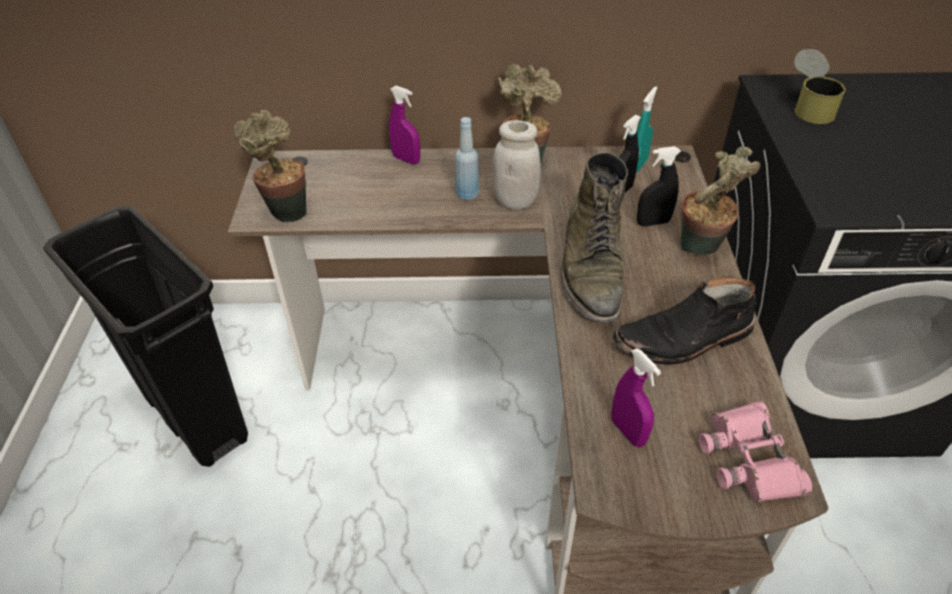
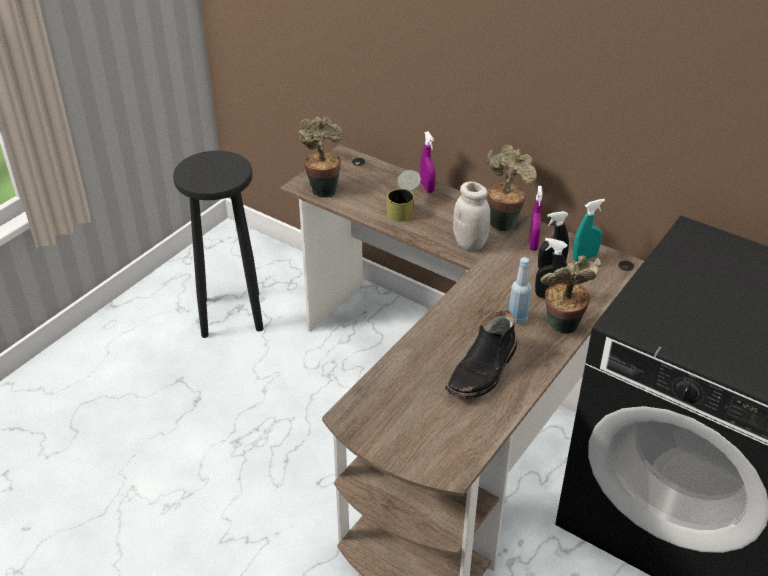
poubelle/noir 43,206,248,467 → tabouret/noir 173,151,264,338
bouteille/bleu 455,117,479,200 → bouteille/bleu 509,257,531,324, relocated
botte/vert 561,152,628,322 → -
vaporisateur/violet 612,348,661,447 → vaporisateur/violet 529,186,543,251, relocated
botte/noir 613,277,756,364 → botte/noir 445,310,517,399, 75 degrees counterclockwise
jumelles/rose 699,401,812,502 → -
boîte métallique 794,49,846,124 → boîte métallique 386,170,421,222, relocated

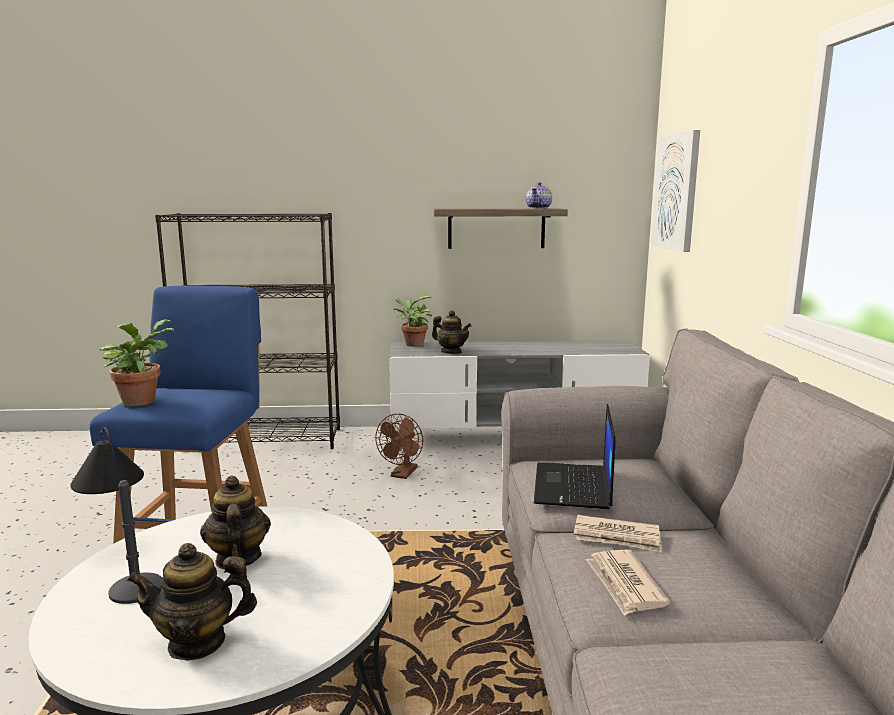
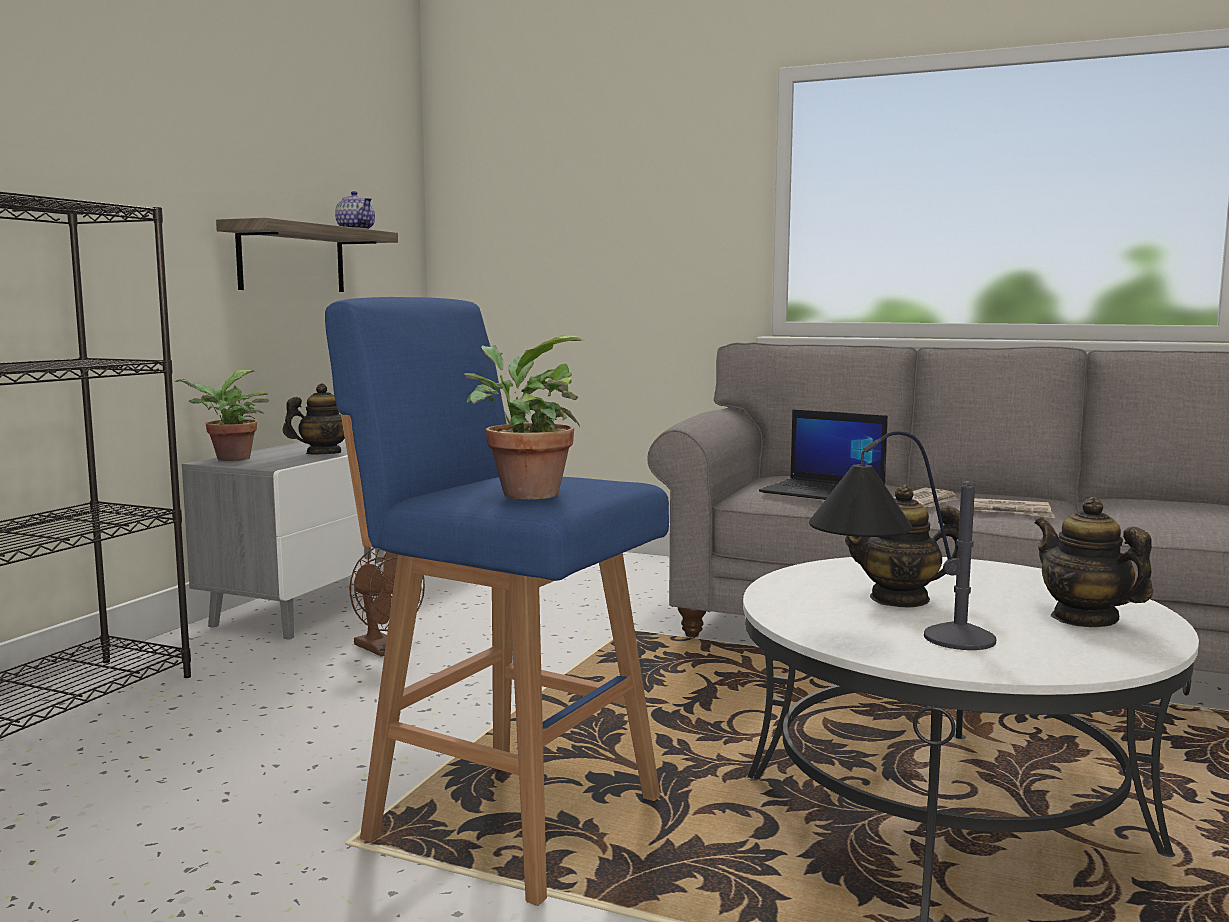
théière 127,543,257,661 → théière 1034,497,1153,627, 135 degrees clockwise
tableau 651,130,700,252 → -

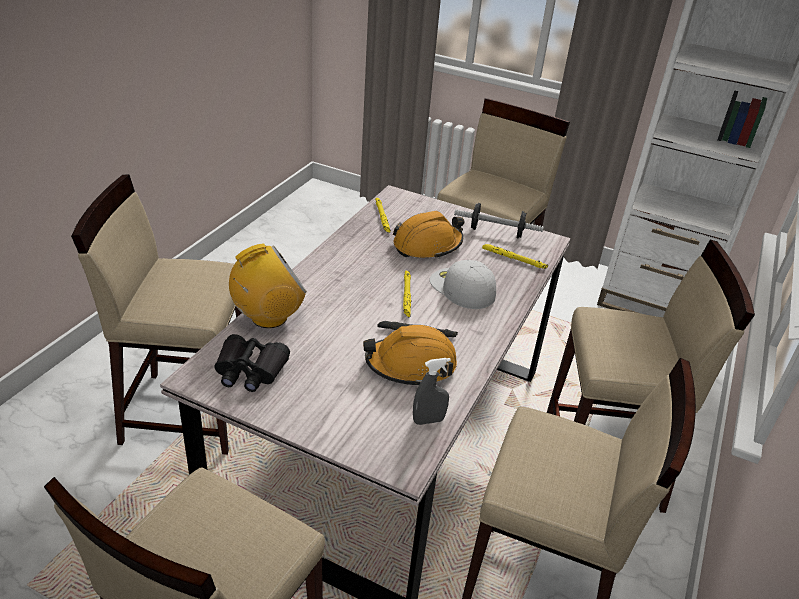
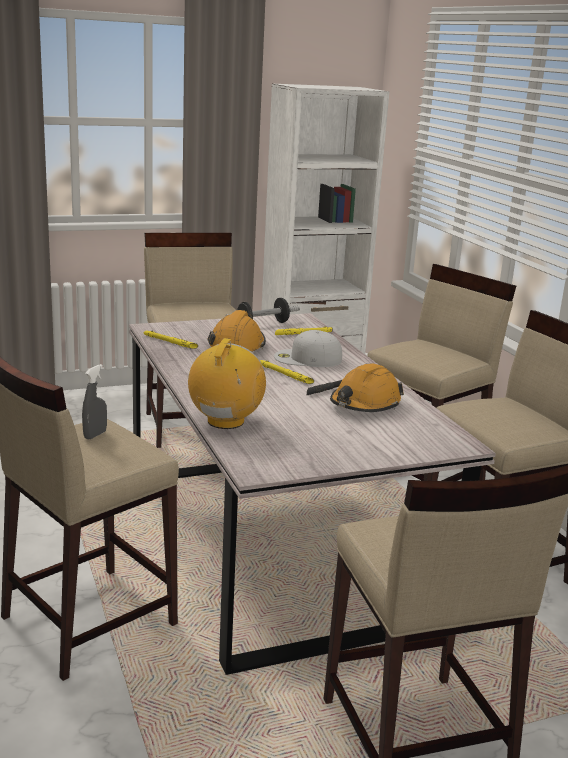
jumelles/noir 214,334,290,392 → -
vaporisateur/gris 413,358,451,425 → vaporisateur/gris 82,364,107,439, relocated

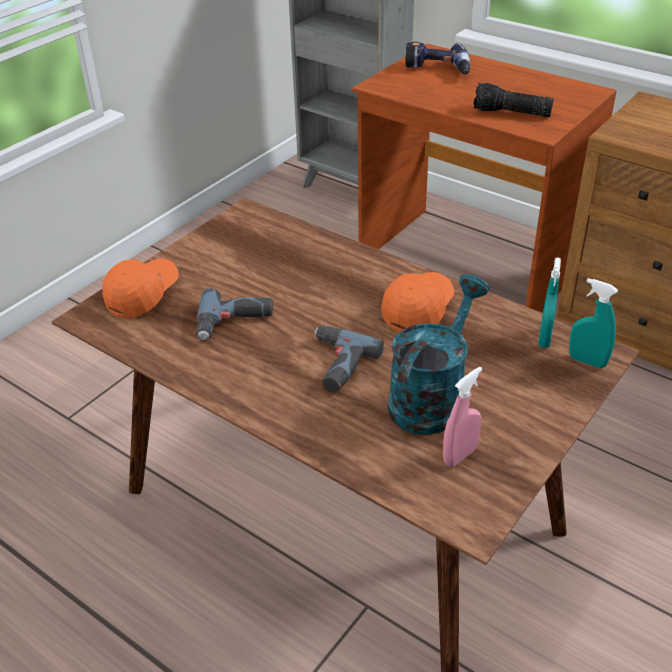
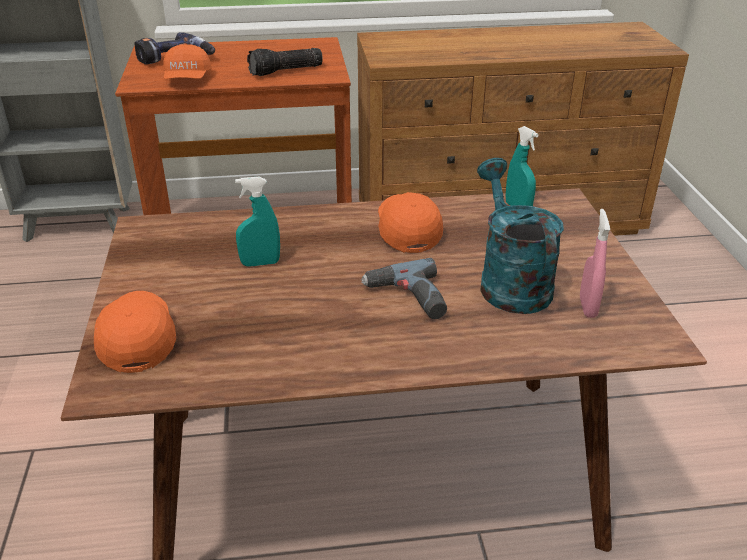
perceuse 196,288,273,340 → -
vaporisateur/turquoise 569,278,618,368 → vaporisateur/turquoise 235,176,280,267, relocated
- → casquette/orange 163,44,212,79

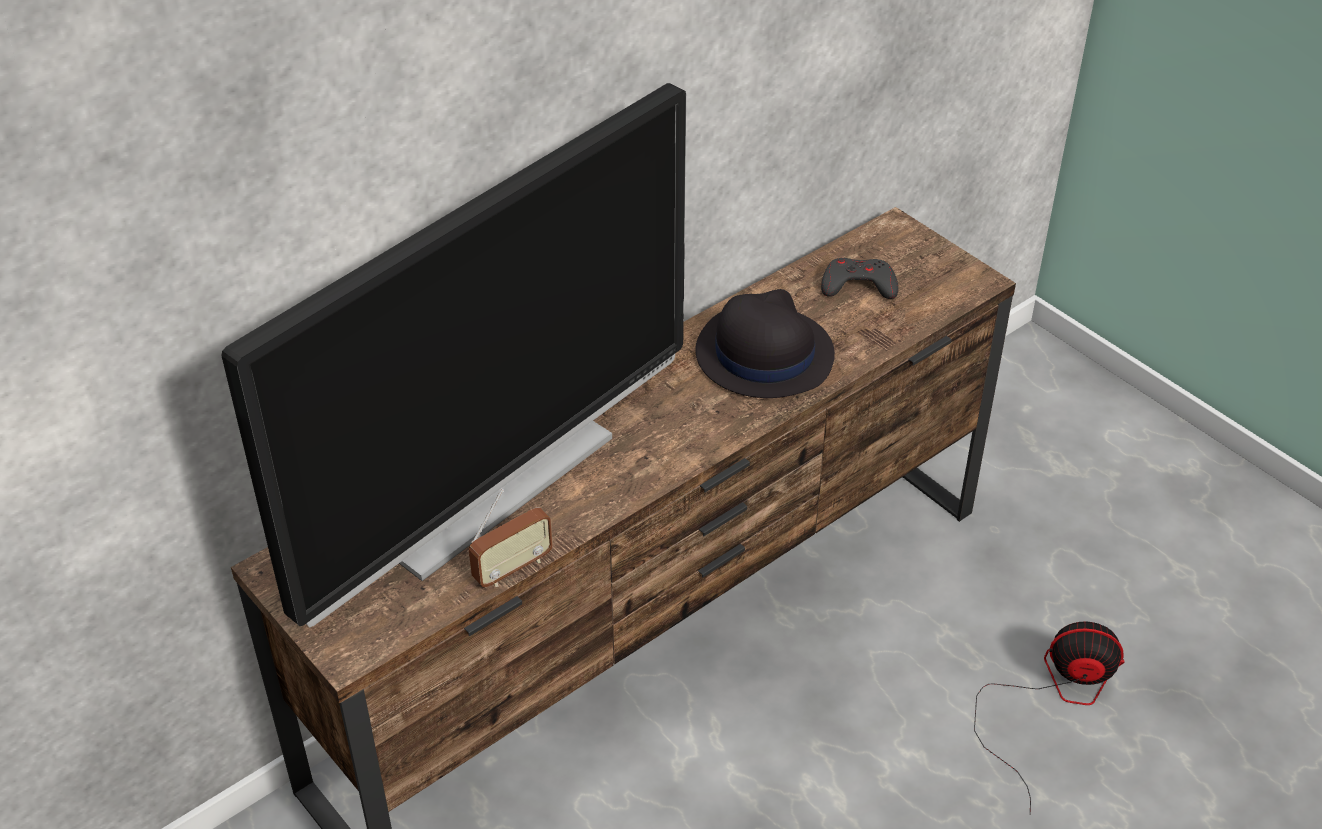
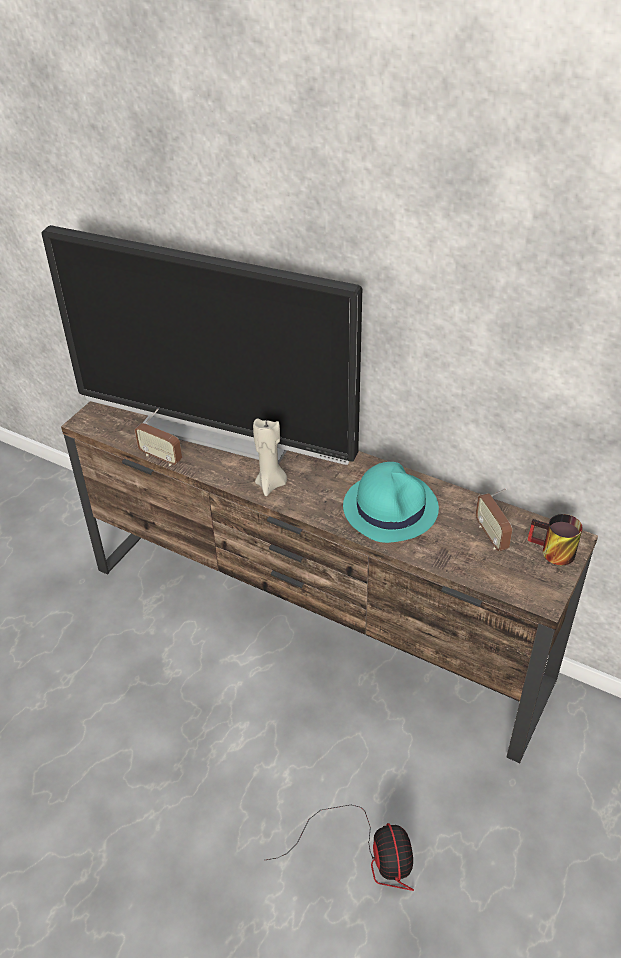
chapeau/noir 695,289,835,398 → chapeau/turquoise 343,462,439,543
manette/gris 821,258,898,299 → radio 476,488,512,551
- → bougie/beige 253,419,287,496
- → mug 527,514,583,565

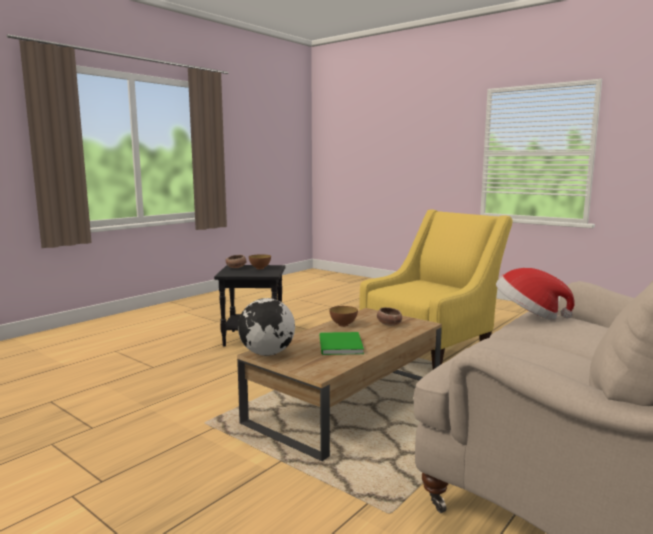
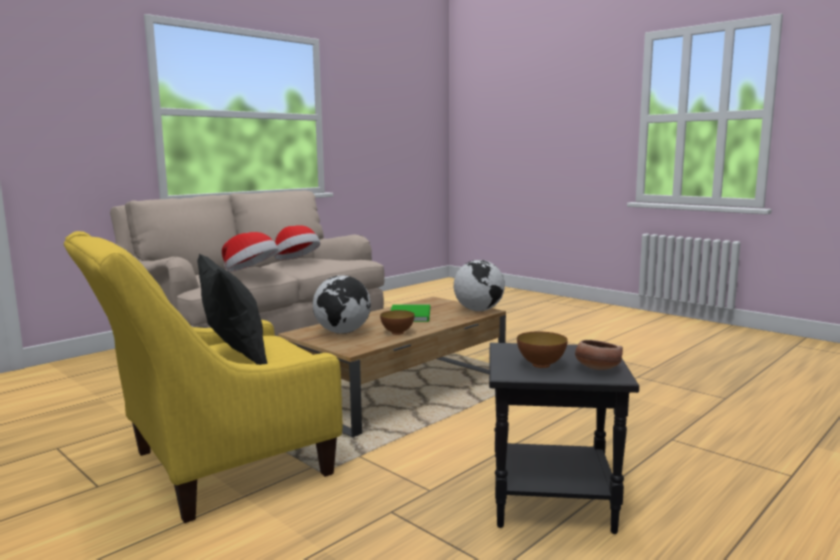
bol 377,307,402,326 → globe 313,275,371,334
- → coussin/noir 197,254,267,365
- → chapeau 274,225,320,260

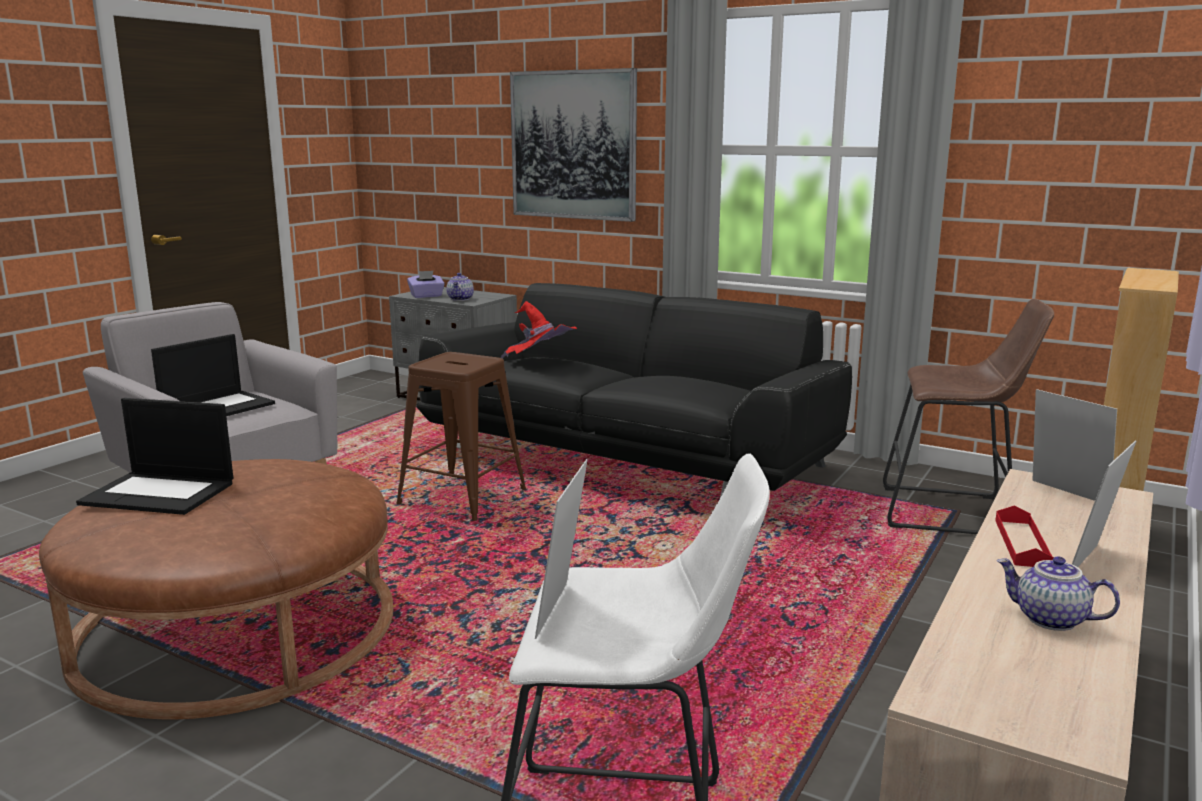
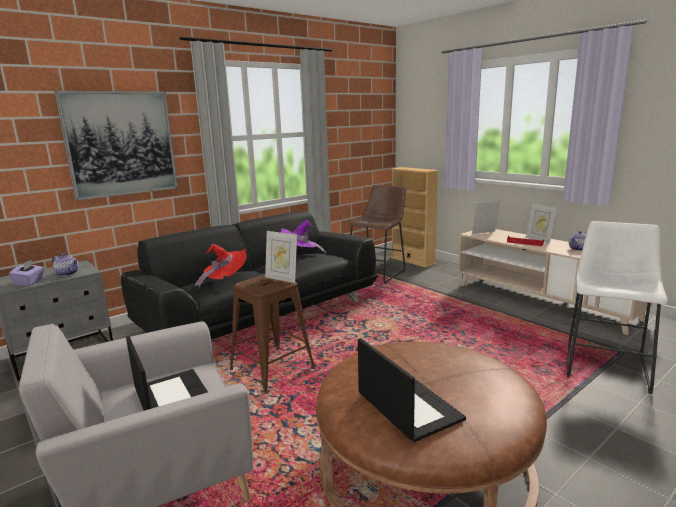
ordinateur portable 76,398,233,515 → ordinateur portable 358,338,466,442, 60 degrees counterclockwise
cadre photo 535,459,588,639 → cadre photo 265,231,297,283, relocated
- → chapeau/violet 281,220,326,254

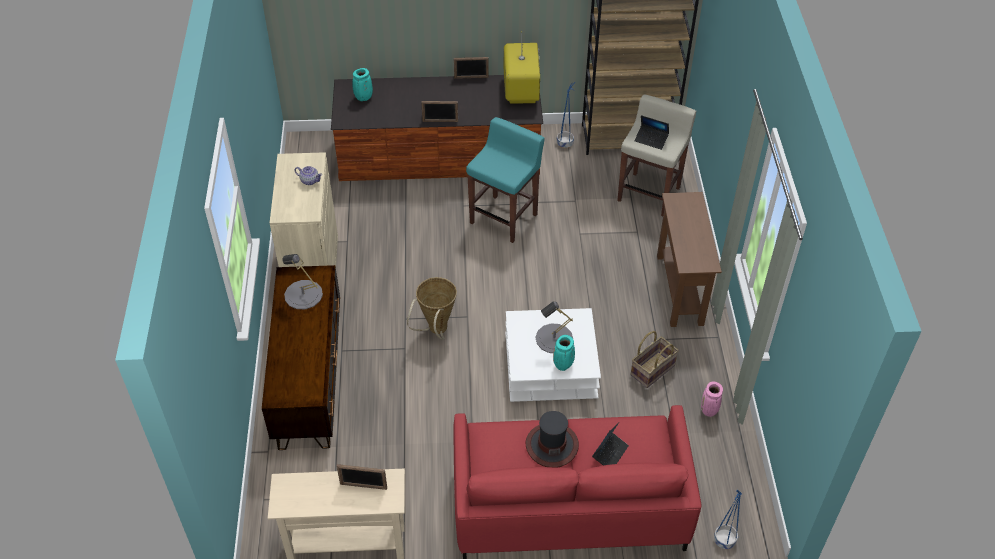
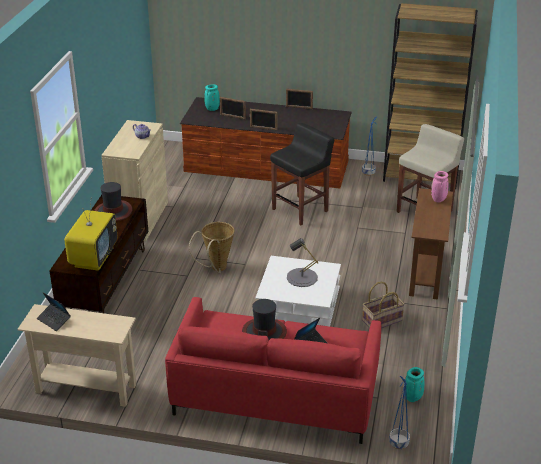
lampe de table/gris 282,254,323,309 → chapeau 94,182,132,221
cadre photo 337,464,387,490 → cadre photo 220,97,246,119, relocated
tabouret/turquoise 466,117,545,243 → tabouret/noir 270,123,335,225
téléviseur 504,31,540,104 → téléviseur 64,198,117,271, relocated
vase/turquoise 553,335,575,371 → vase/turquoise 405,367,424,402, relocated
ordinateur portable 635,115,669,150 → ordinateur portable 37,292,71,331, relocated
vase/rose 701,382,723,417 → vase/rose 431,171,448,203, relocated

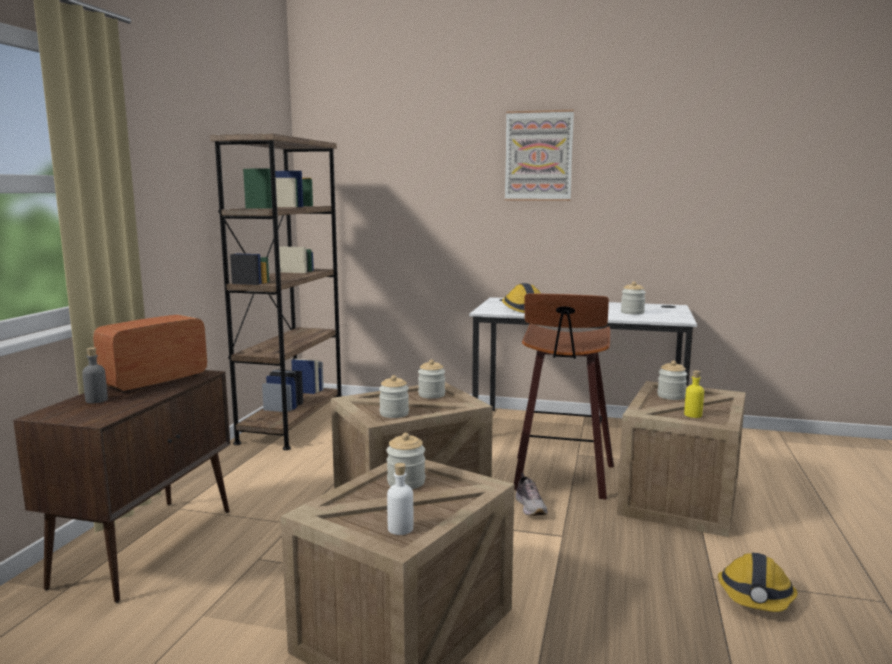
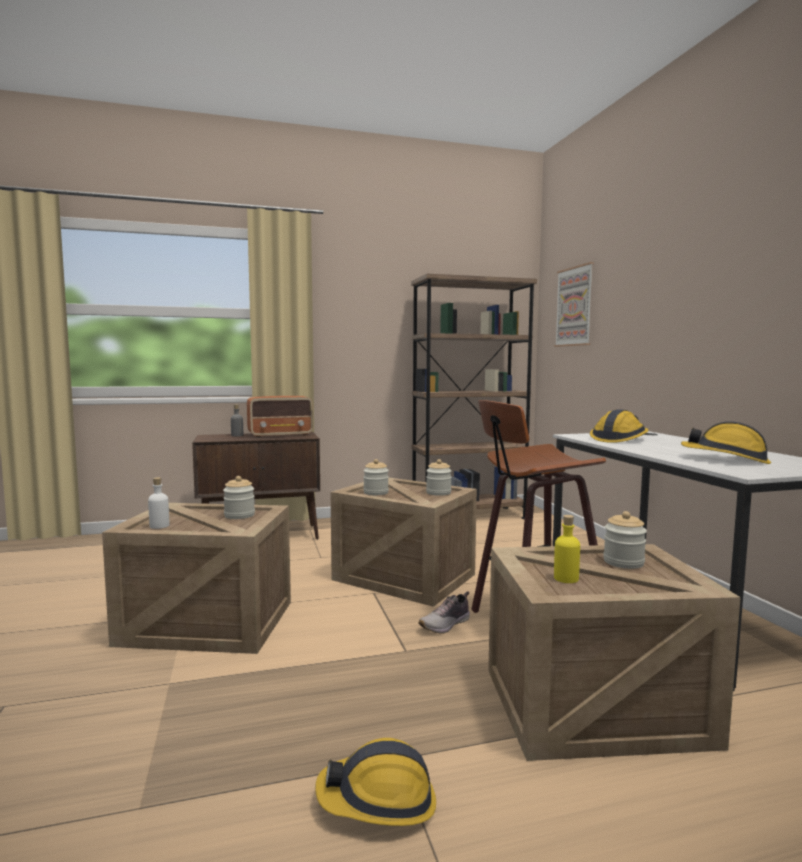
radio 93,315,207,393 → radio 247,396,313,438, 150 degrees clockwise
tableau 505,110,574,201 → tableau 554,262,594,347, relocated
bocal 621,281,646,315 → casque de chantier 681,422,771,464

